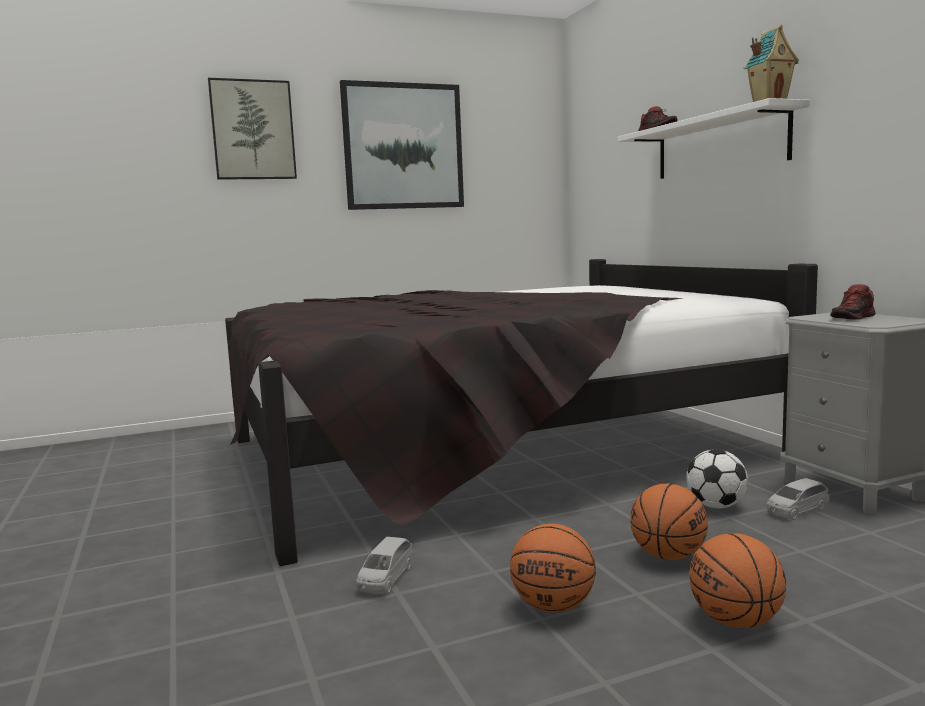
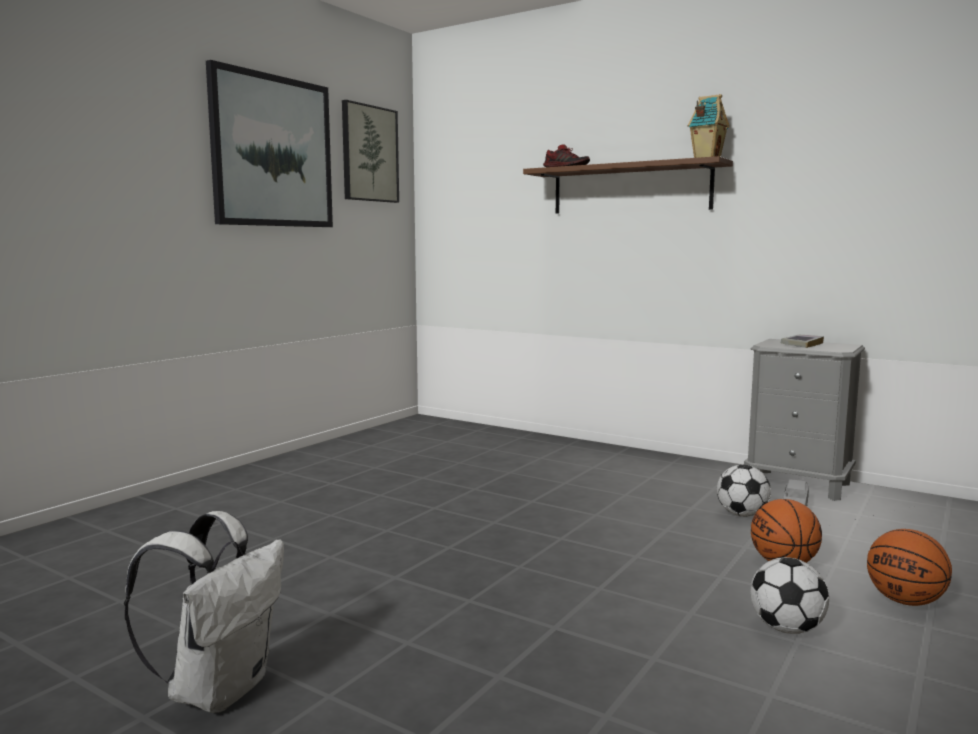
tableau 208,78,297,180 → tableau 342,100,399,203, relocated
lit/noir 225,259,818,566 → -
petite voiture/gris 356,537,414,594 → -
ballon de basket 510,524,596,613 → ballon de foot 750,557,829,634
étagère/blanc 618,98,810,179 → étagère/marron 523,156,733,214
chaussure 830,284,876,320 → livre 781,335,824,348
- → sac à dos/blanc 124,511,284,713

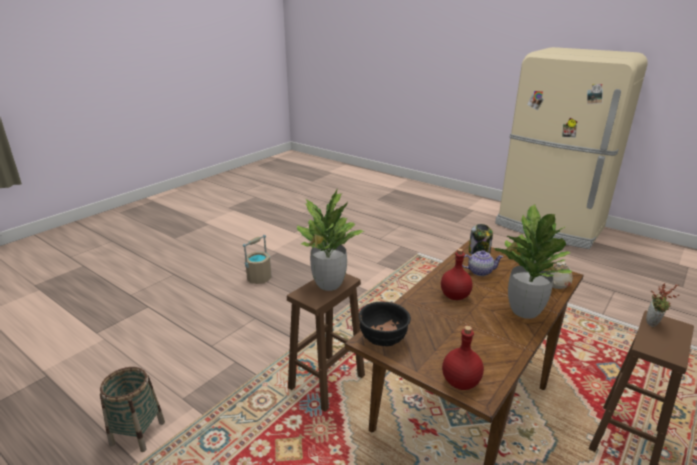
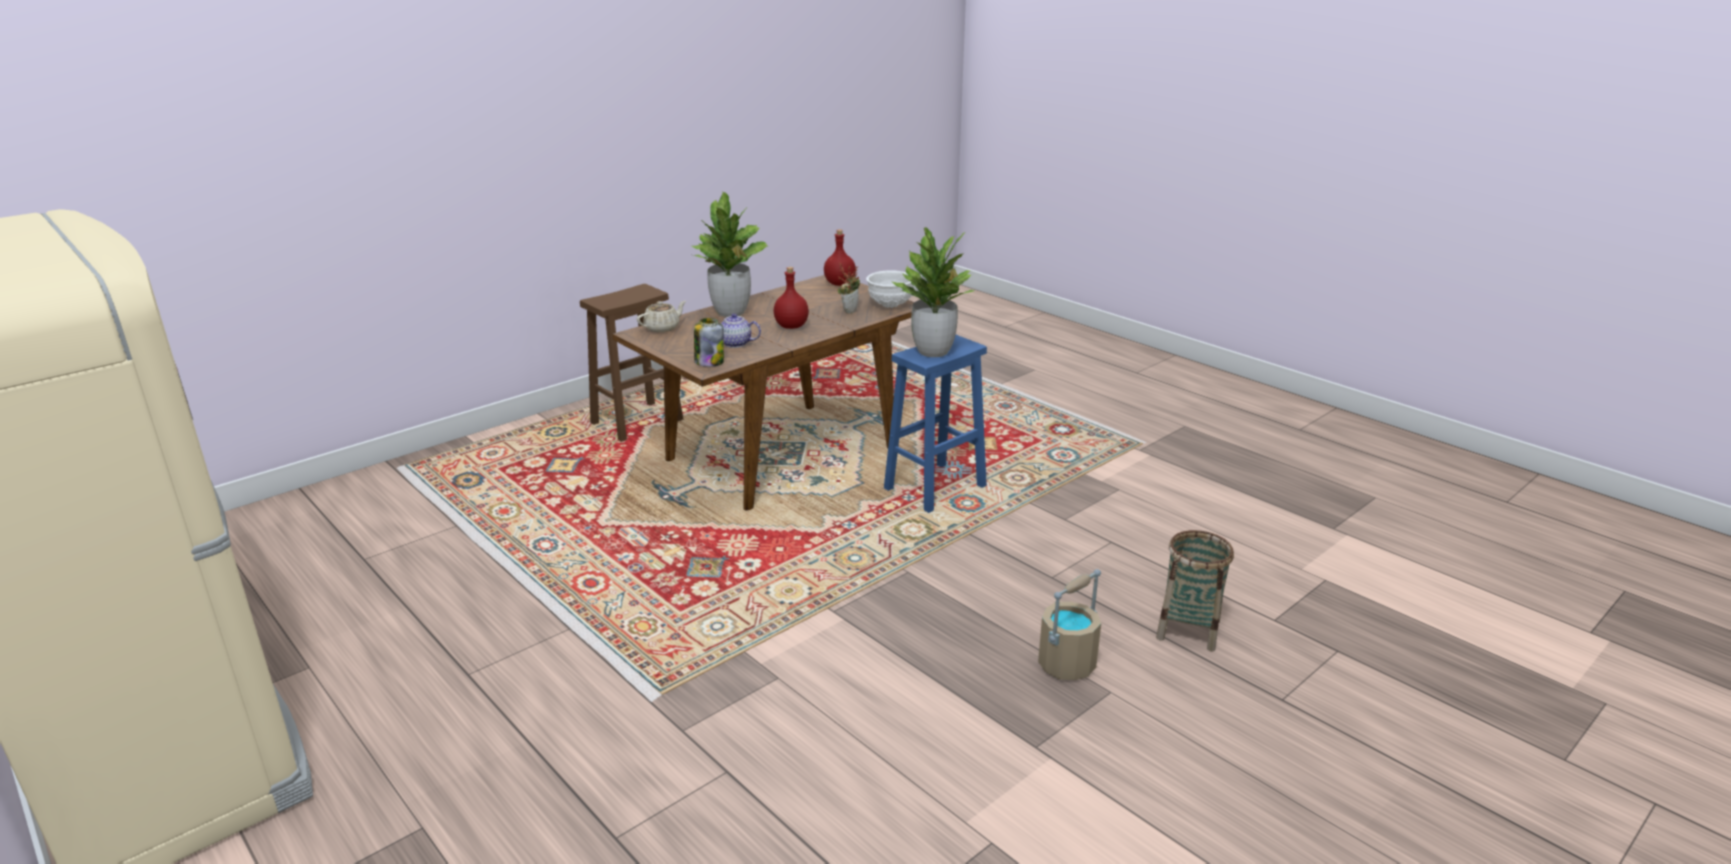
panier 100,367,165,452 → panier 1156,530,1234,651, relocated
tabouret/marron 287,273,365,412 → tabouret/bleu 884,335,987,513
bol/noir 359,302,411,346 → bol/blanc 866,270,914,308
plante en pot 646,283,680,327 → plante en pot 838,264,860,314, relocated

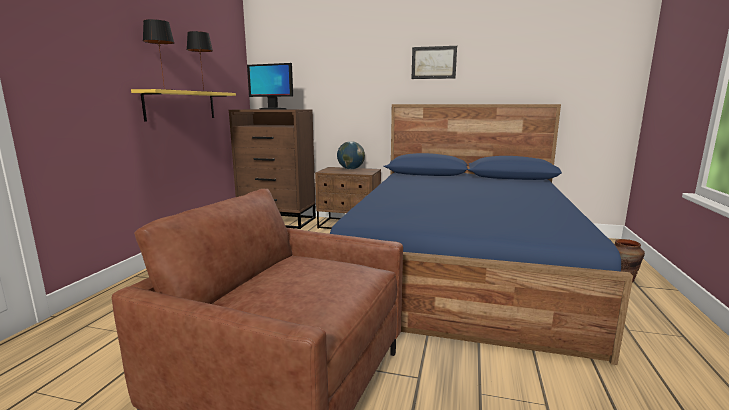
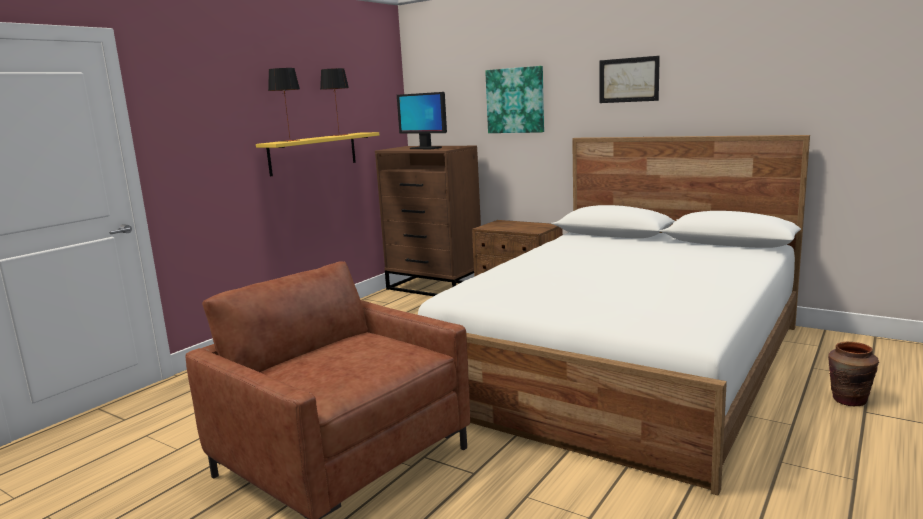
lit/bleu 330,104,633,365 → lit/blanc 418,135,810,495
globe 337,141,365,169 → -
- → tableau 485,66,544,133

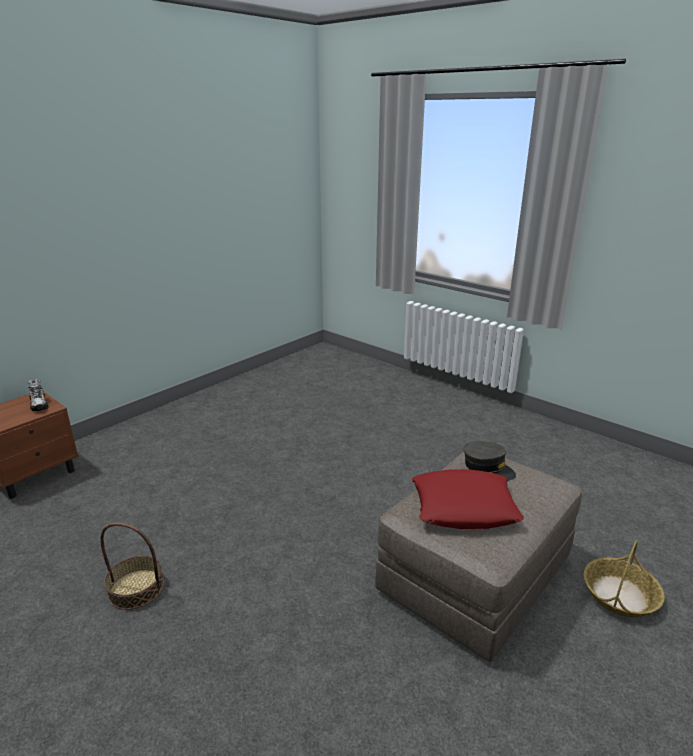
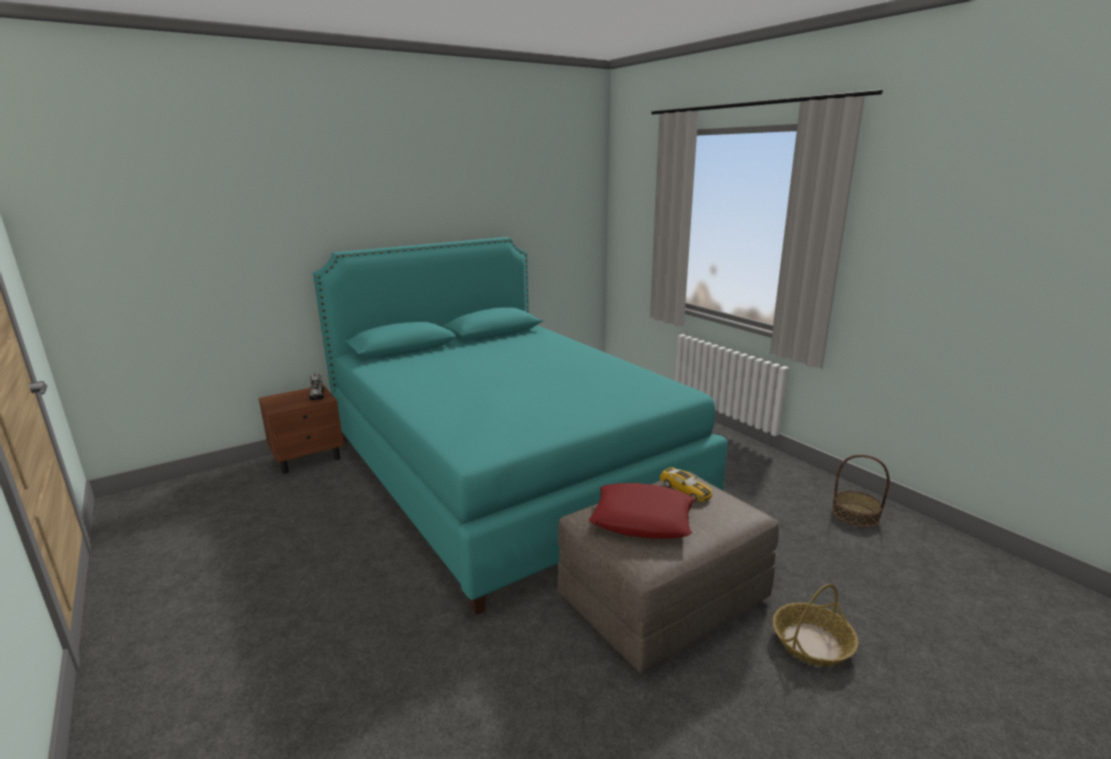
panier 100,523,164,610 → panier 833,455,890,527, relocated
casquette/gris 463,441,516,481 → petite voiture 660,467,712,502
- → lit/turquoise 313,237,728,615

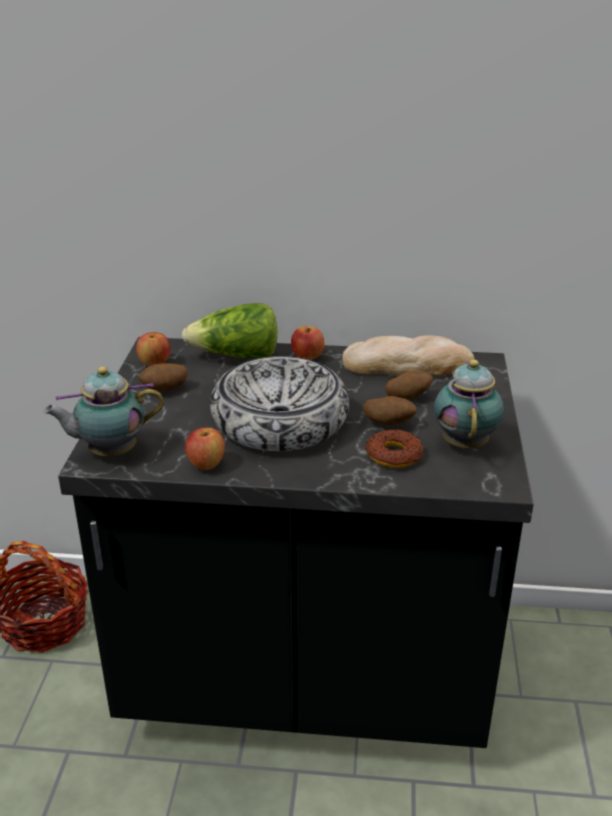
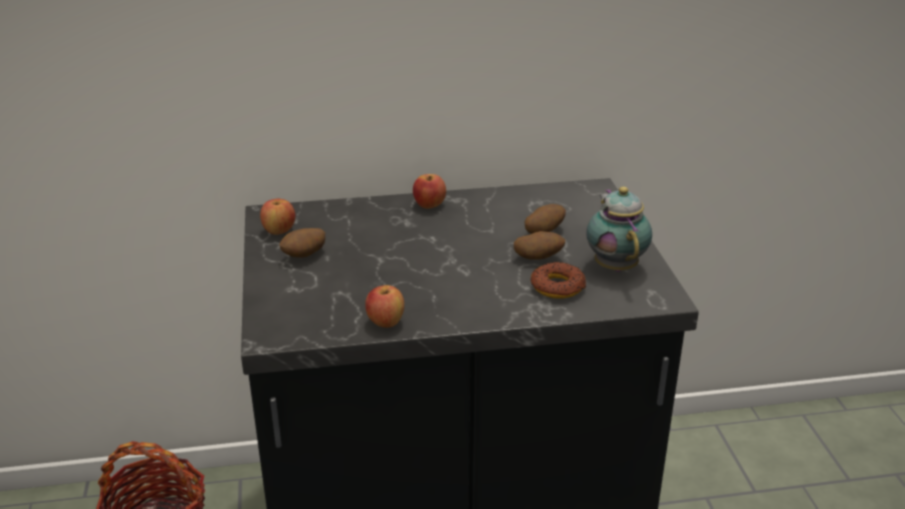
théière 43,367,164,456 → -
laitue 181,303,277,358 → -
bol 210,356,349,451 → -
pain 342,335,475,377 → -

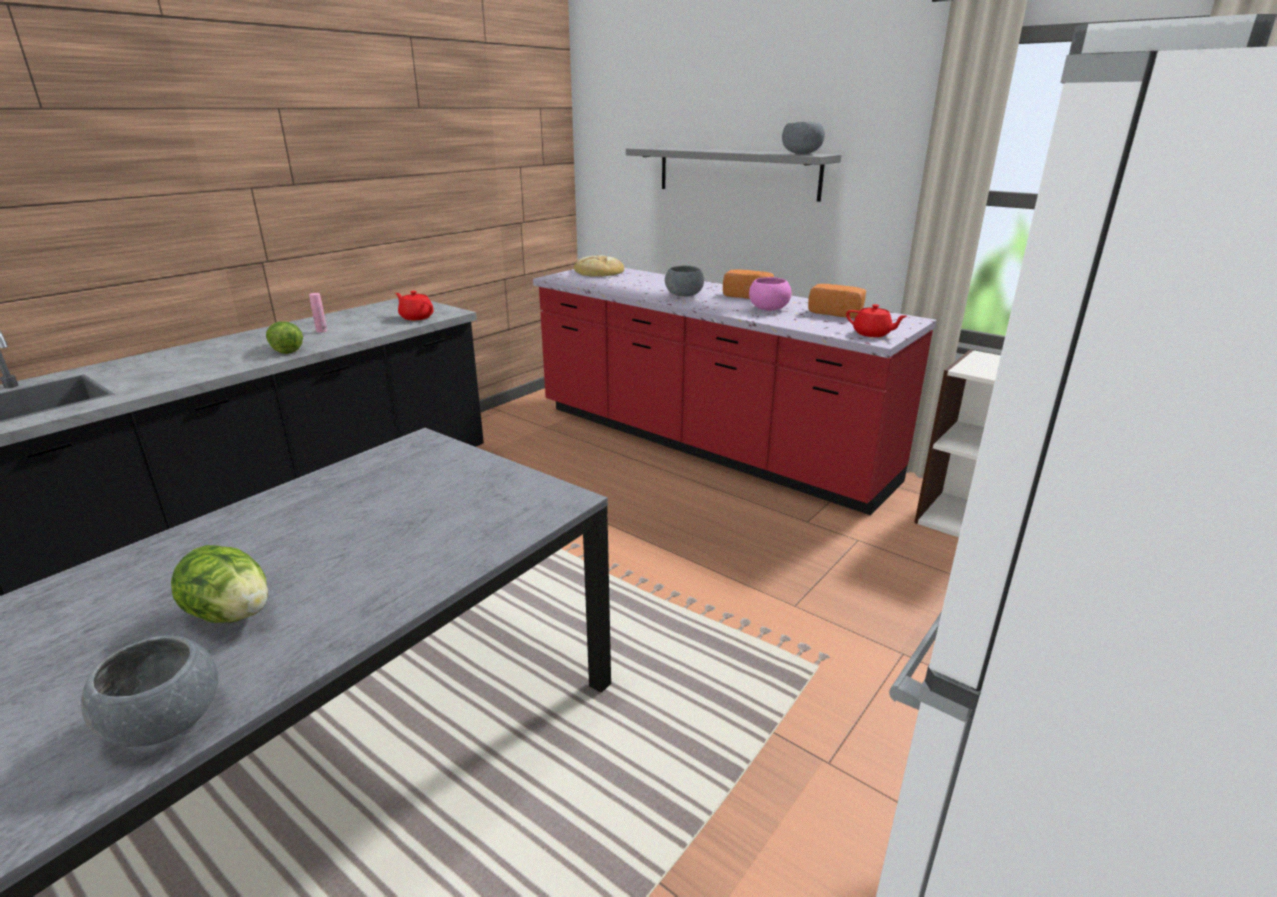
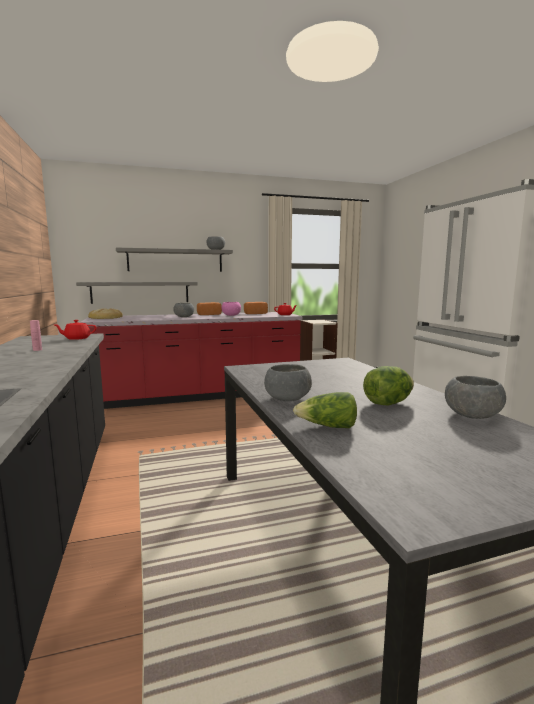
laitue 266,321,303,354 → laitue 293,392,357,428, relocated
- → étagère/gris 76,282,198,304
- → bol/gris 264,364,312,401

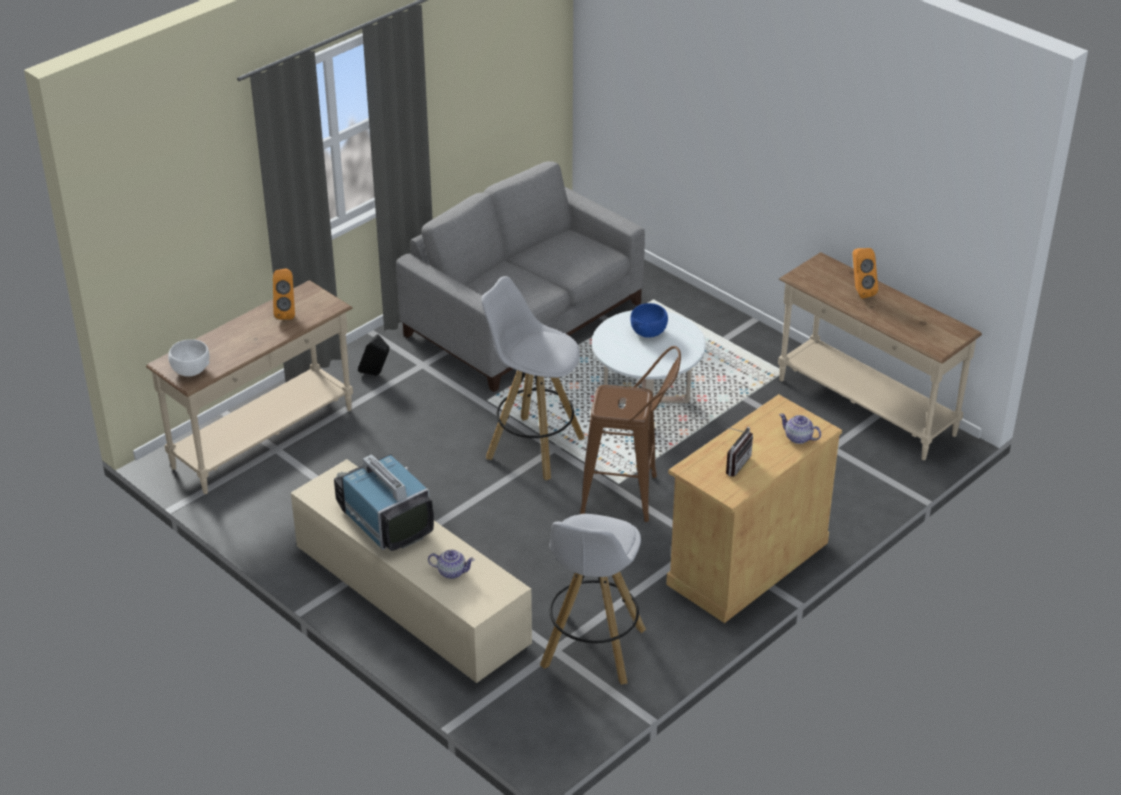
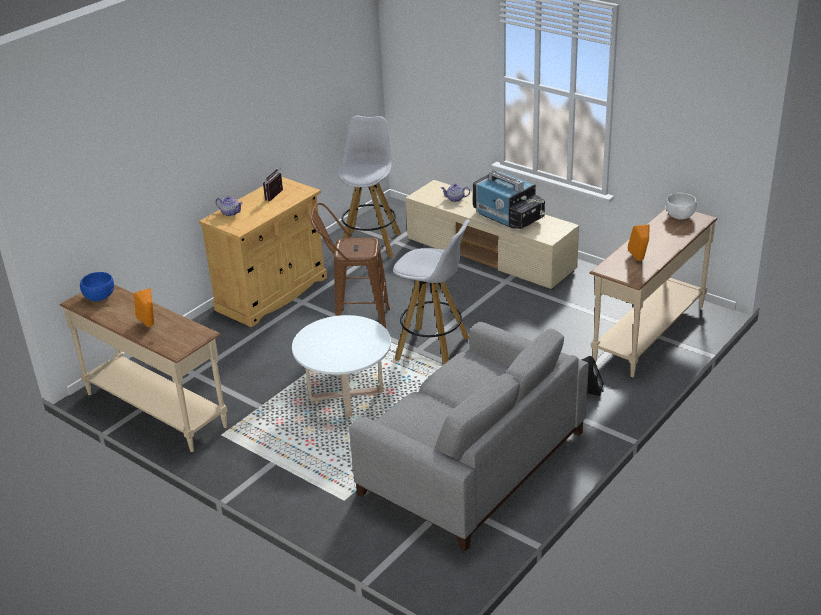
bol/bleu 630,303,668,338 → bol/bleu 80,272,114,301, relocated

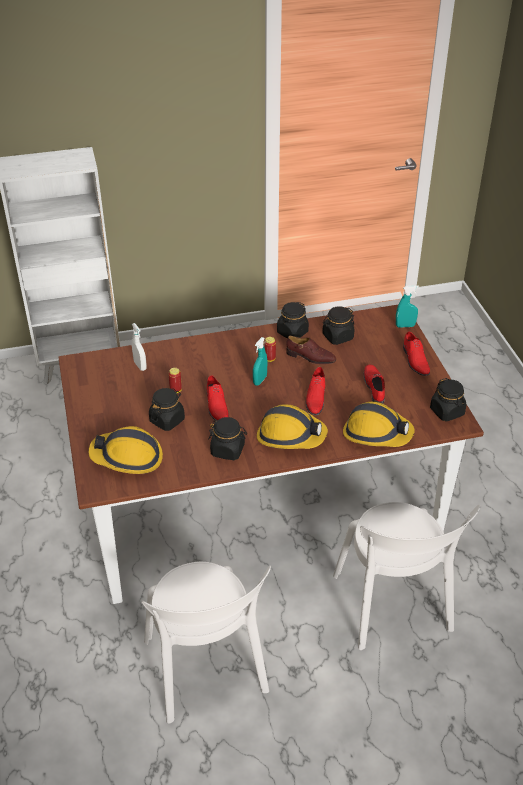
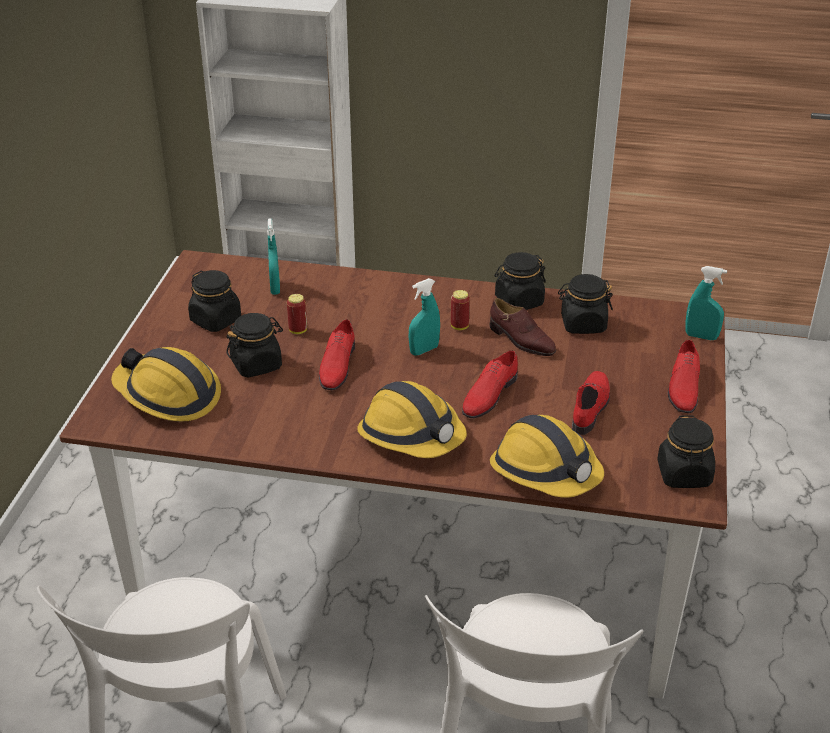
vaporisateur/blanc 132,323,147,371 → vaporisateur/turquoise 267,218,280,295
bocal/noir 208,417,247,460 → bocal/noir 188,270,241,332, relocated

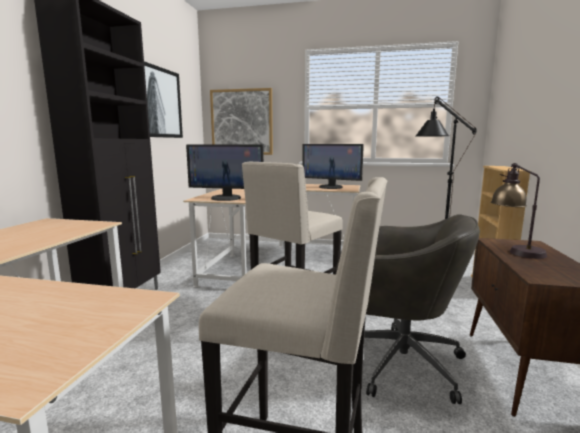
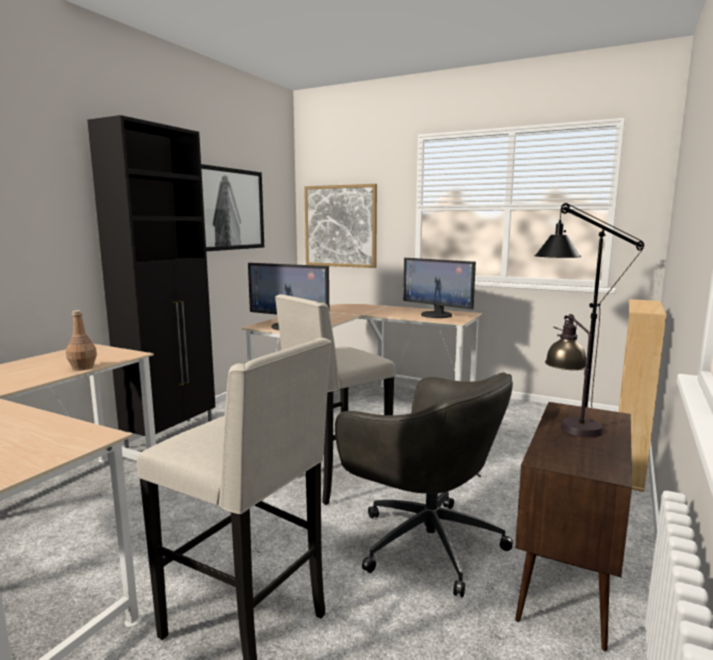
- → bouteille/marron 66,310,97,371

